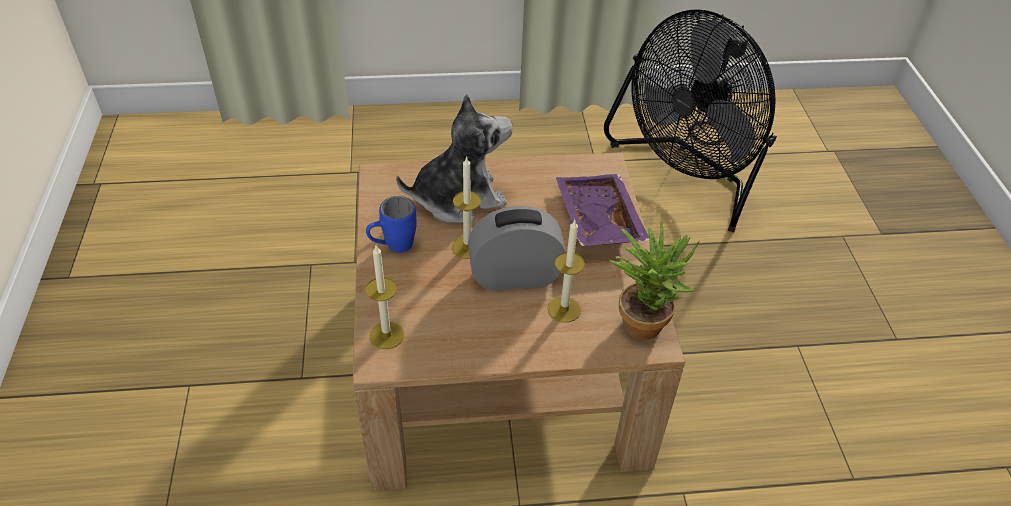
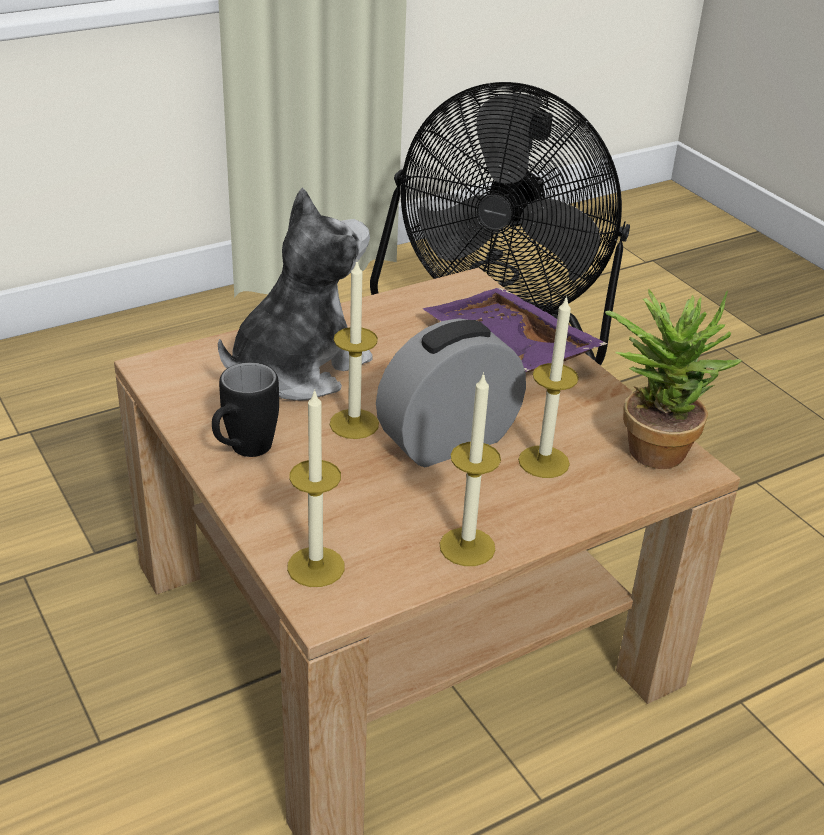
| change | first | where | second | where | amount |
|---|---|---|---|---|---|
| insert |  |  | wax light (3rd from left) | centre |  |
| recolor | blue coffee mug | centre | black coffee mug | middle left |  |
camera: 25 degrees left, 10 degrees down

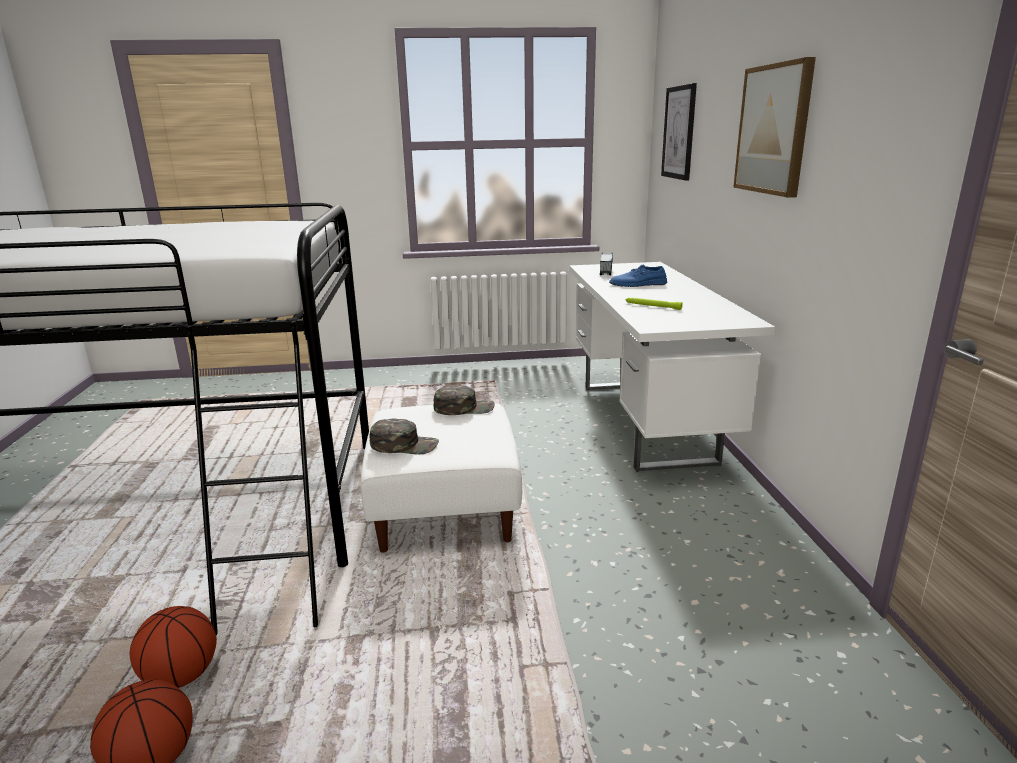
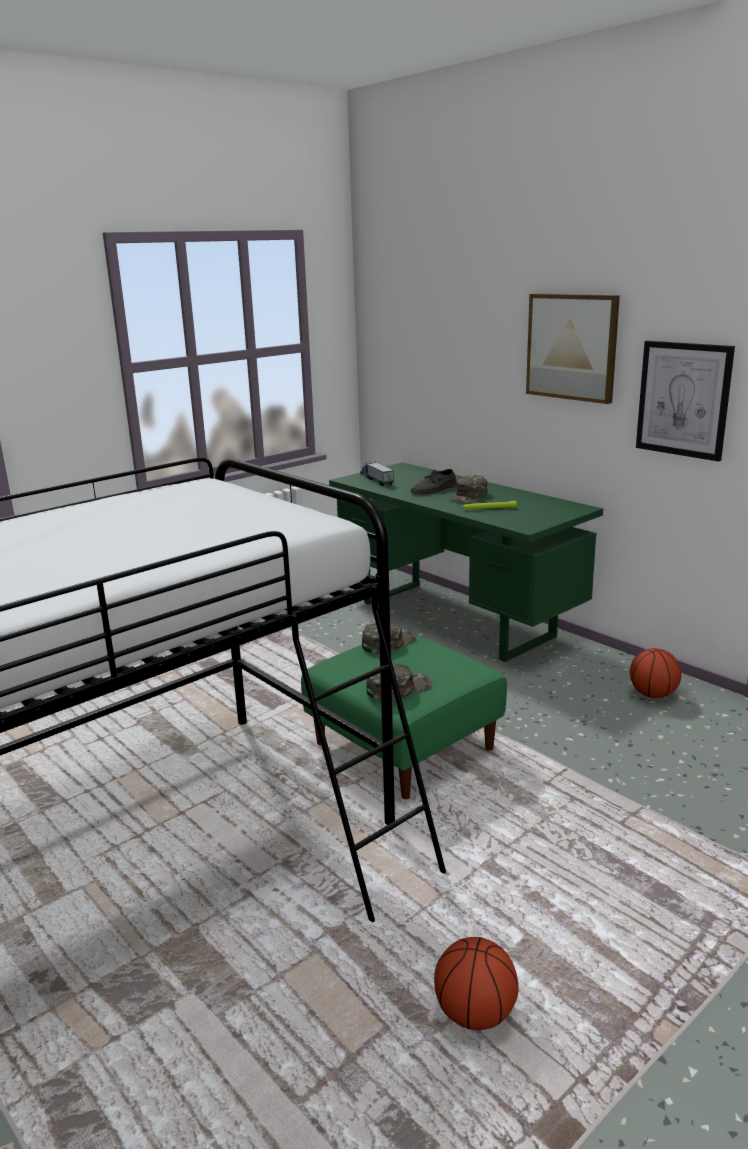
| change | first | where | second | where | amount |
|---|---|---|---|---|---|
| insert |  |  | greenish baseball cap (3rd from left) | centre |  |
| move | ball for basketball (2nd from left) | bottom left |  | middle right |  |
| move | picture (1st from left in the first image) | top right | picture (2nd from left) | middle right |  |
| recolor | whitish ottoman | centre | greenish ottoman | centre |  |
| recolor | whitish desk | centre | greenish desk | centre |  |
| recolor | blue low shoe | centre | greyish low shoe | centre |  |
camera: 35 degrees left, 0 degrees up

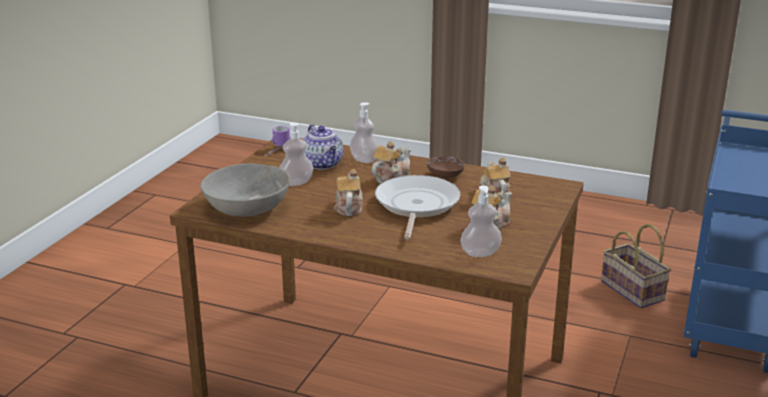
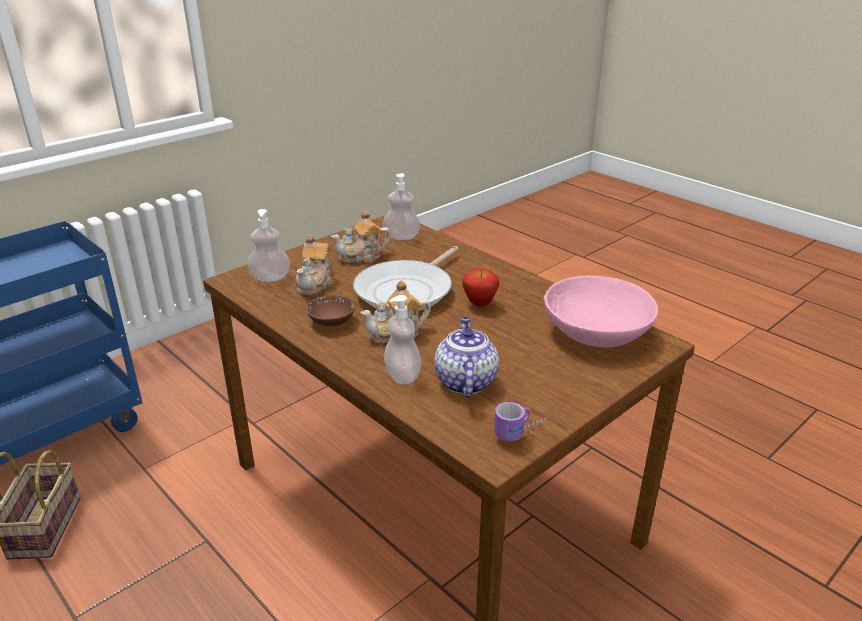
| change | first | where | second | where | amount |
|---|---|---|---|---|---|
| move | soap dispenser (1st from left) | centre |  | middle left |  |
| replace | teapot (2nd from left) | centre | apple fruit | centre |  |
| recolor | greyish deep dish | middle left | pink deep dish | middle right |  |
camera: 155 degrees left, 5 degrees up

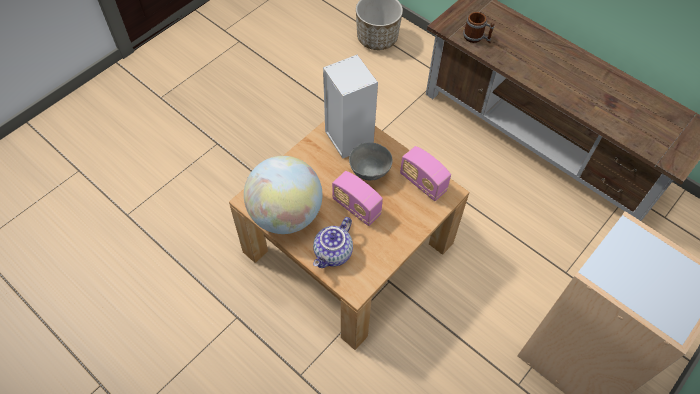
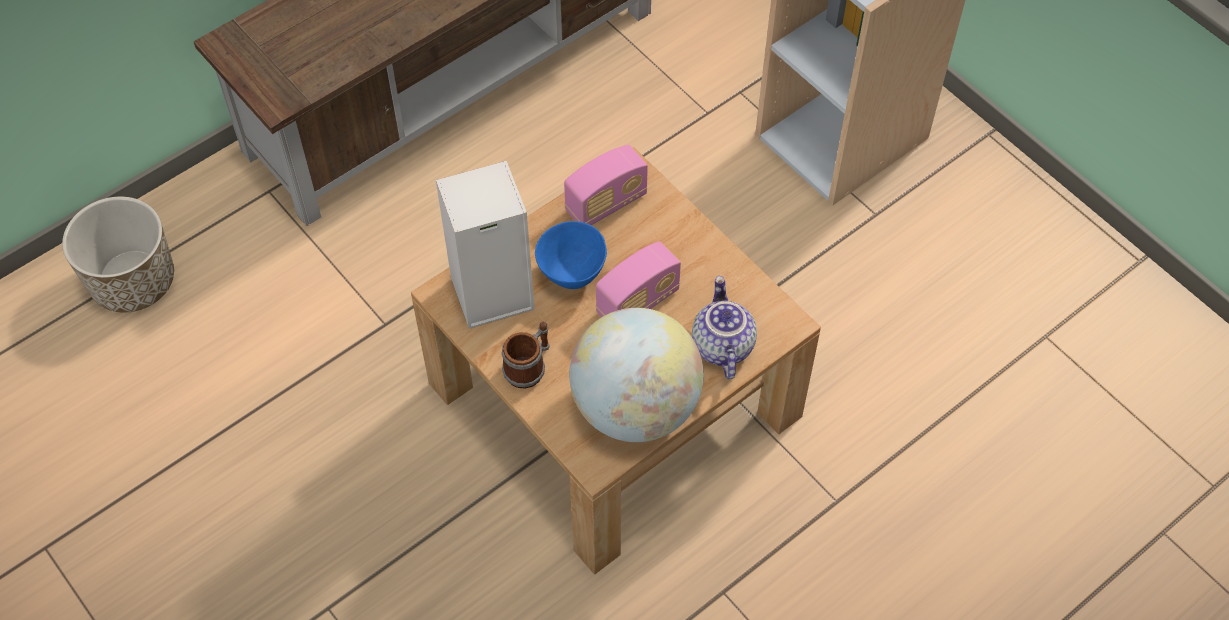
| change | first | where | second | where | amount |
|---|---|---|---|---|---|
| move | coffee mug | top right |  | centre |  |
| recolor | greyish deep dish | centre | blue deep dish | centre |  |
| rotate | teapot | centre |  | centre | 135 degrees counterclockwise |
camera: 80 degrees left, 0 degrees up

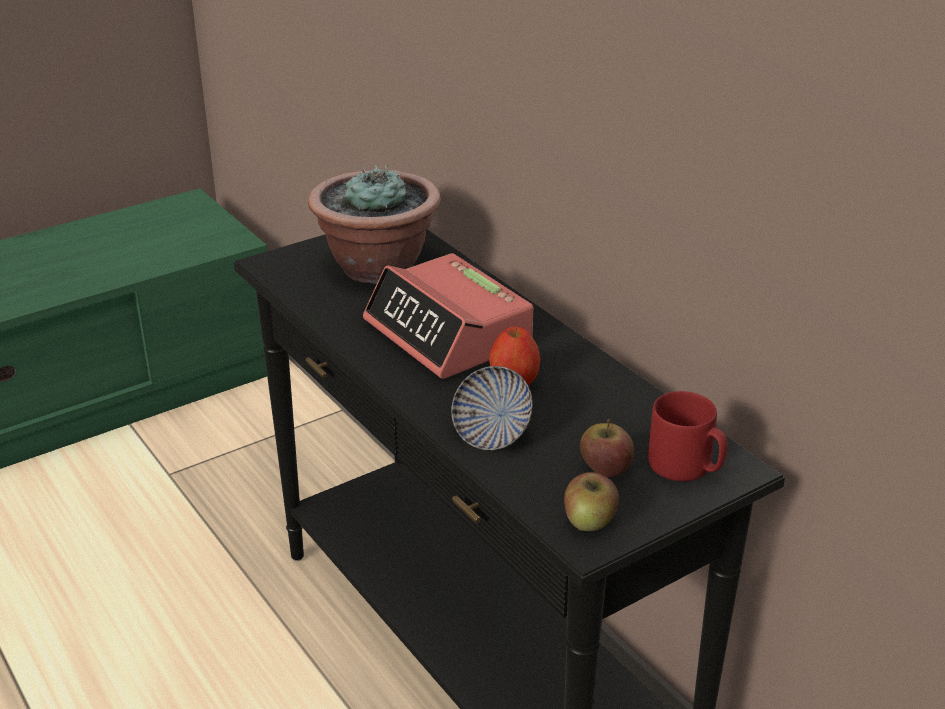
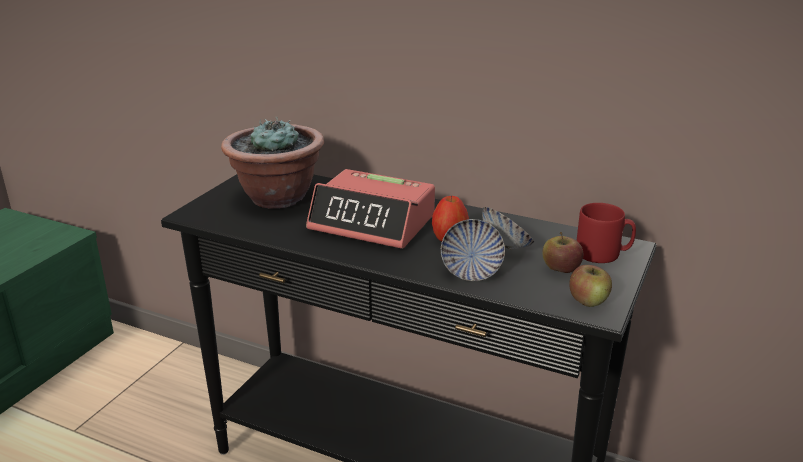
| change | first | where | second | where | amount |
|---|---|---|---|---|---|
| insert |  |  | deep dish (2nd from left) | centre |  |
camera: 30 degrees left, 5 degrees down

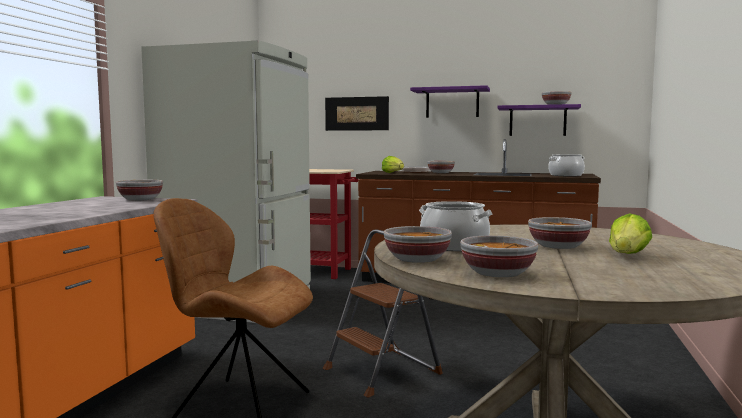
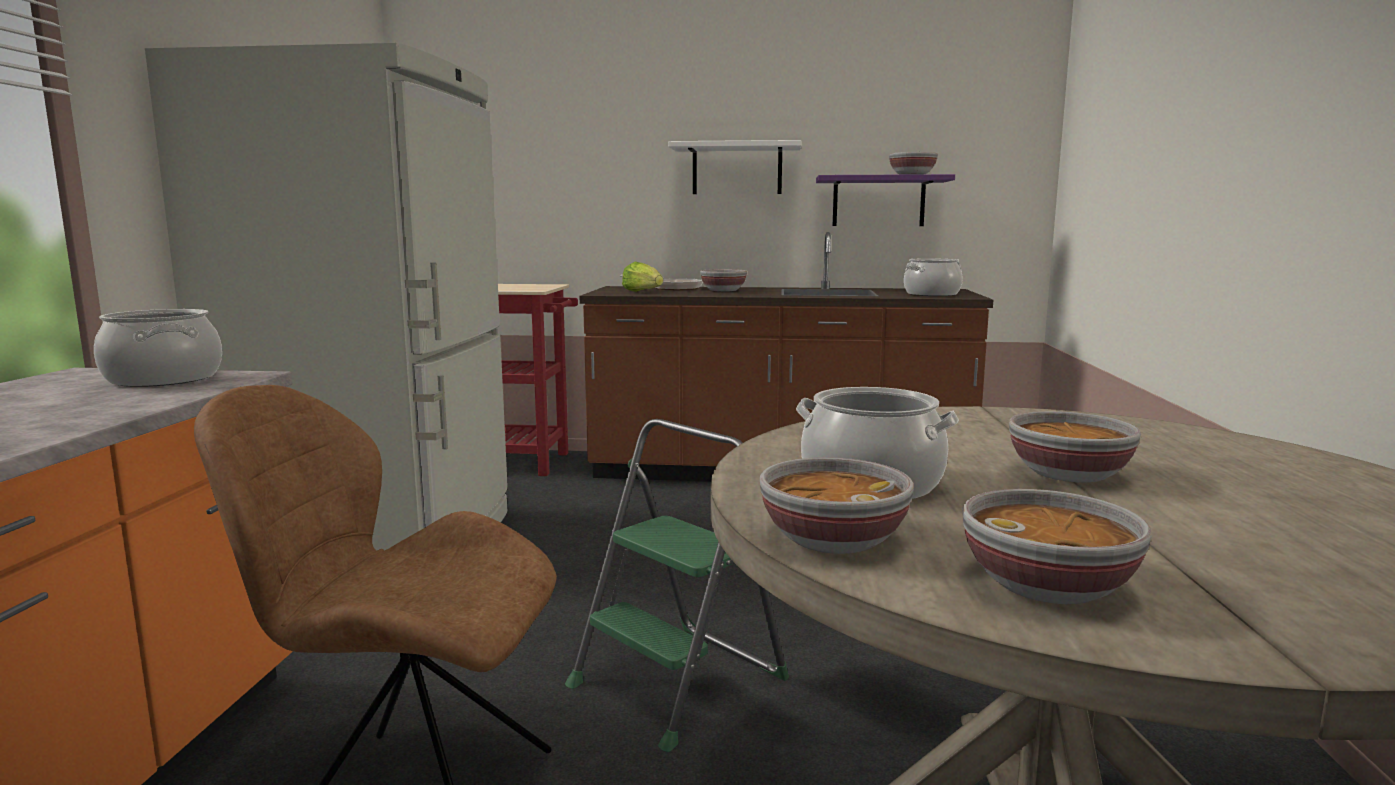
| change | first | where | second | where | amount |
|---|---|---|---|---|---|
| delete | picture | top centre |  |  |  |
| delete | lettuce head (2nd from left) | middle right |  |  |  |
| replace | deep dish (1st from left) | middle left | saucepot (1st from left) | middle left |  |
| recolor | brown step ladder | bottom centre | greenish step ladder | bottom centre |  |
| recolor | purple bracket shelf (1st from left) | top centre | whitish bracket shelf | top centre |  |
camera: 10 degrees left, 5 degrees up

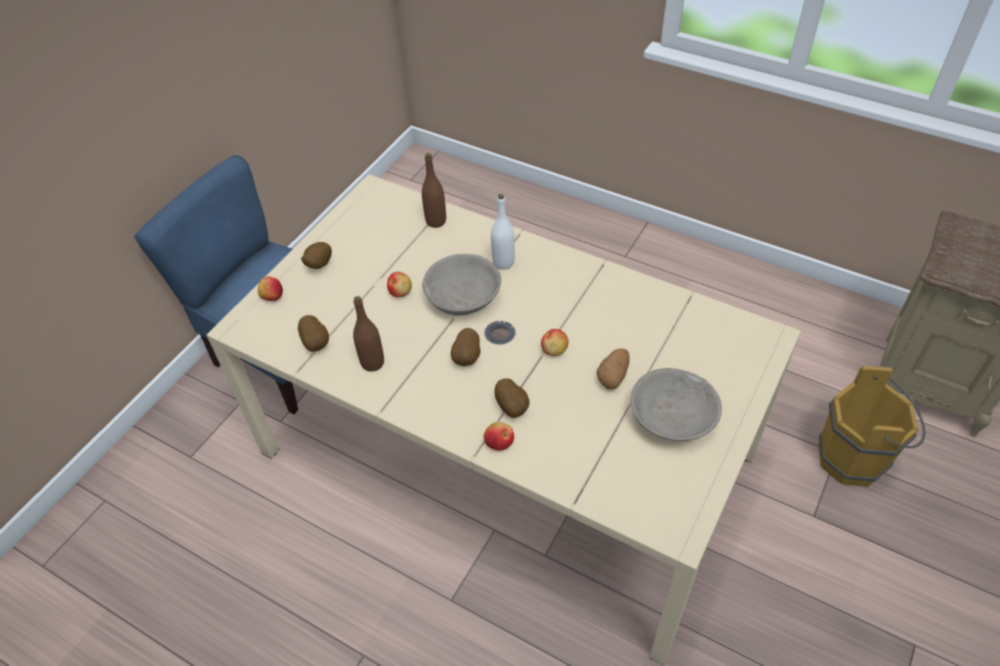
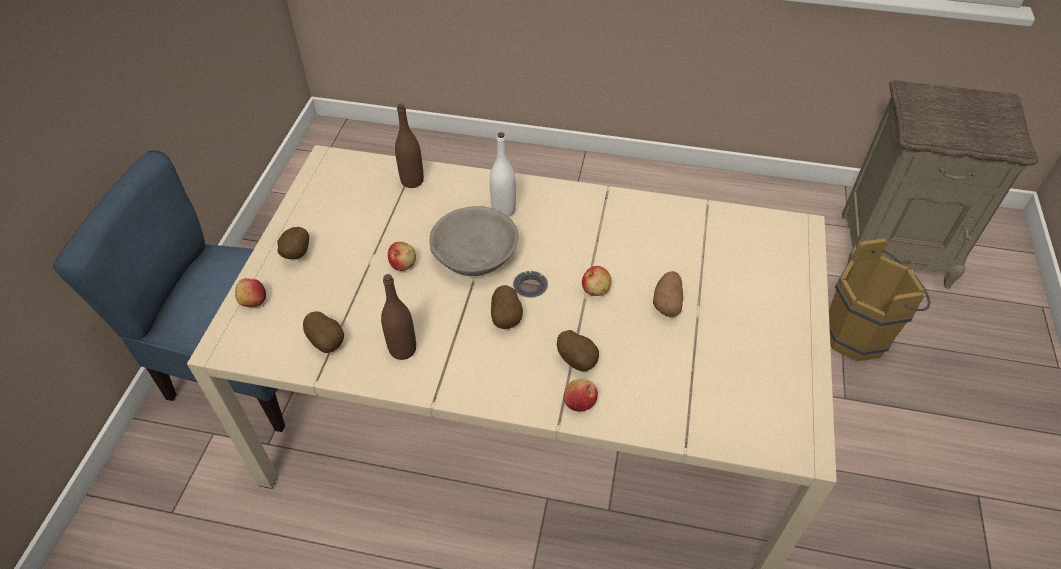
| change | first | where | second | where | amount |
|---|---|---|---|---|---|
| delete | greyish deep dish (2nd from left) | middle right |  |  |  |
camera: 20 degrees left, 0 degrees up

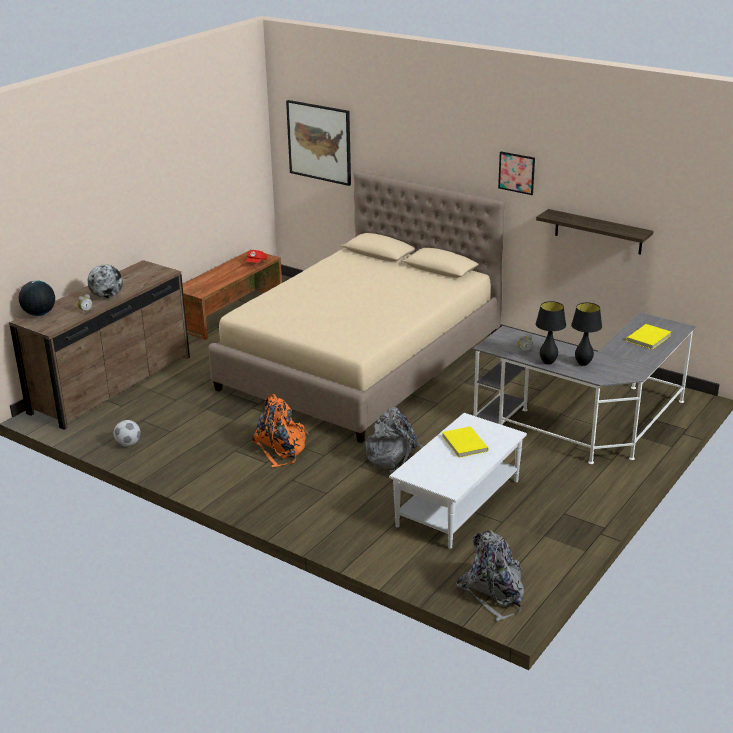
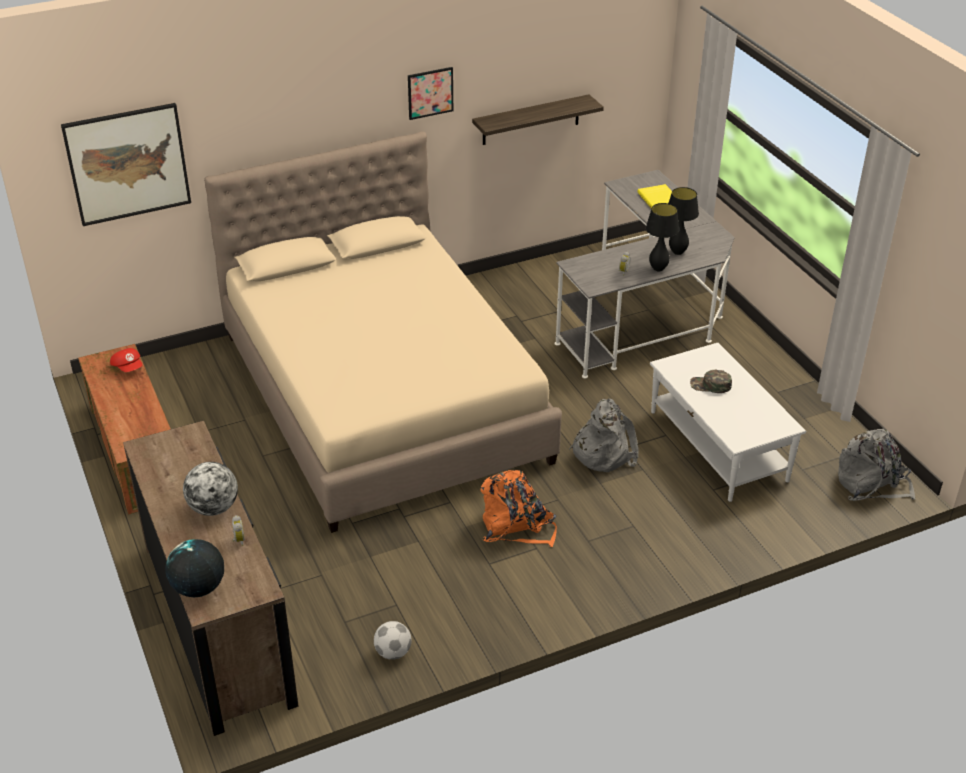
| change | first | where | second | where | amount |
|---|---|---|---|---|---|
| replace | yellow book (1st from left) | centre | greenish baseball cap | middle right |  |
camera: 60 degrees left, 10 degrees up

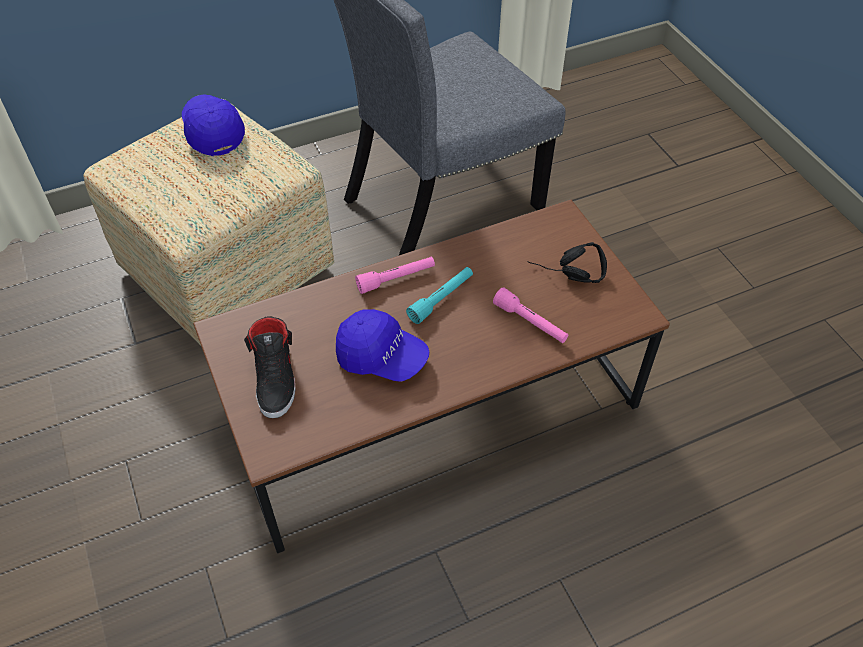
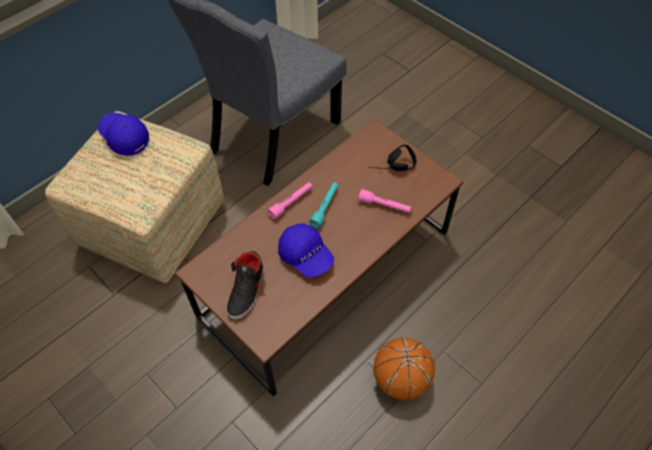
| change | first | where | second | where | amount |
|---|---|---|---|---|---|
| insert |  |  | ball for basketball | bottom centre |  |
| rotate | black low shoe | middle left |  | centre | 45 degrees clockwise |
| rotate | blue baseball cap (2nd from left) | centre |  | centre | 45 degrees clockwise |
camera: 20 degrees left, 5 degrees up

